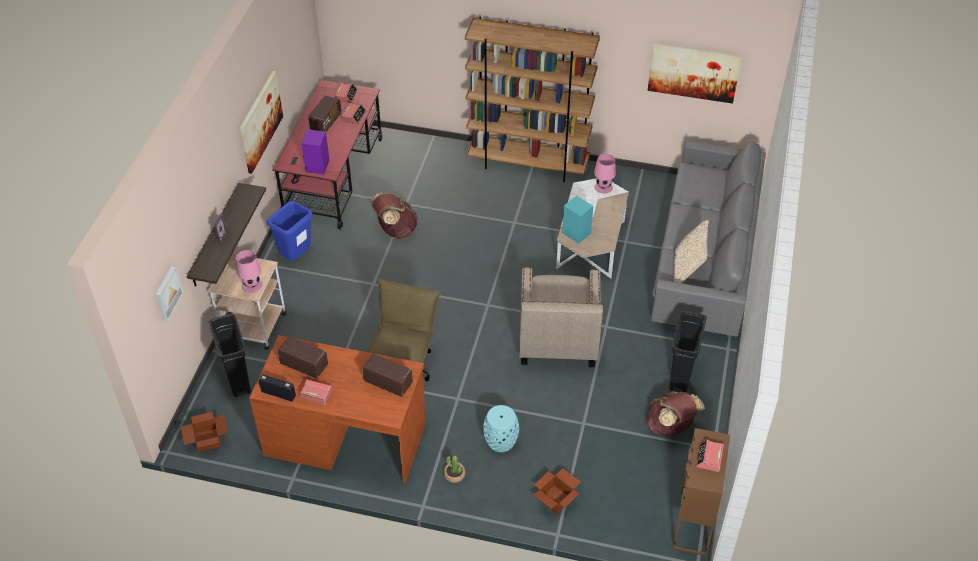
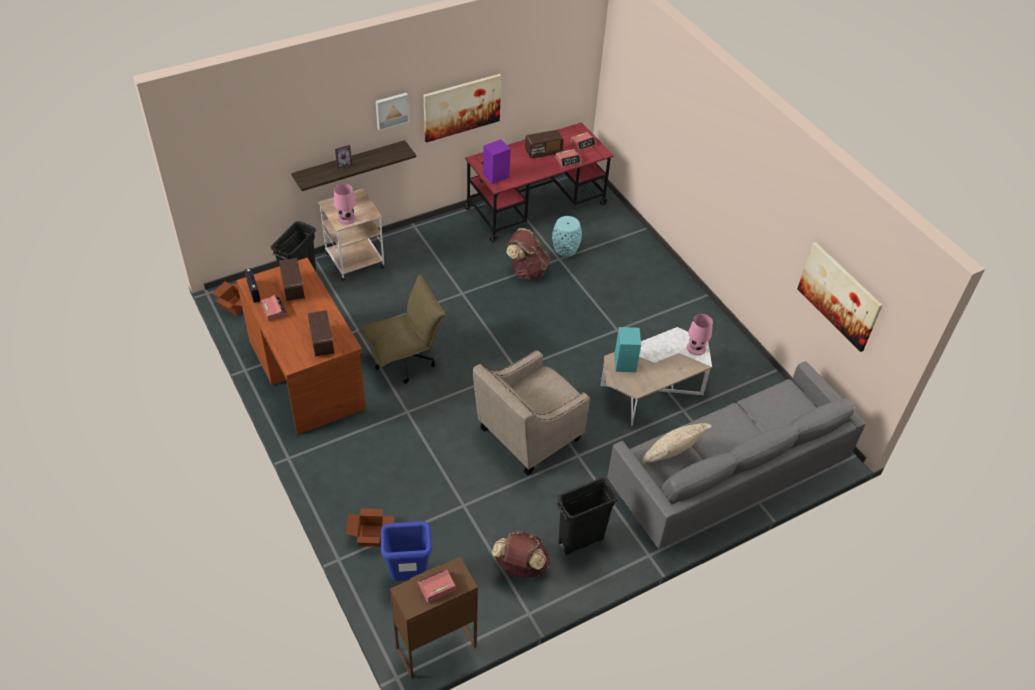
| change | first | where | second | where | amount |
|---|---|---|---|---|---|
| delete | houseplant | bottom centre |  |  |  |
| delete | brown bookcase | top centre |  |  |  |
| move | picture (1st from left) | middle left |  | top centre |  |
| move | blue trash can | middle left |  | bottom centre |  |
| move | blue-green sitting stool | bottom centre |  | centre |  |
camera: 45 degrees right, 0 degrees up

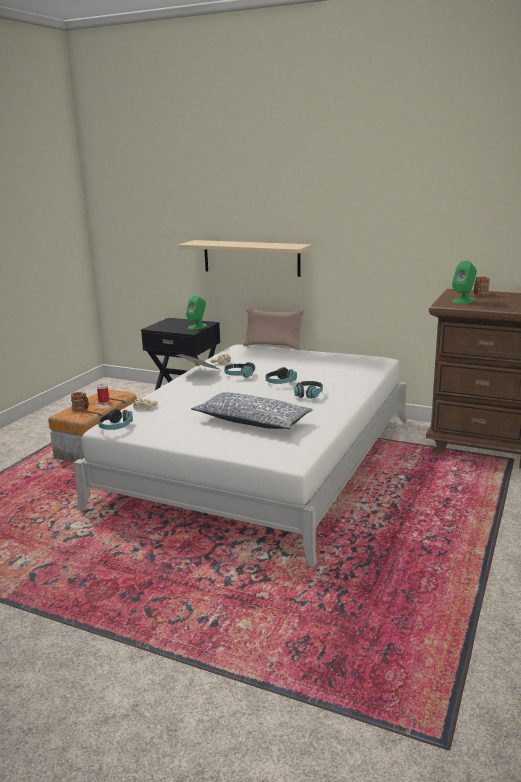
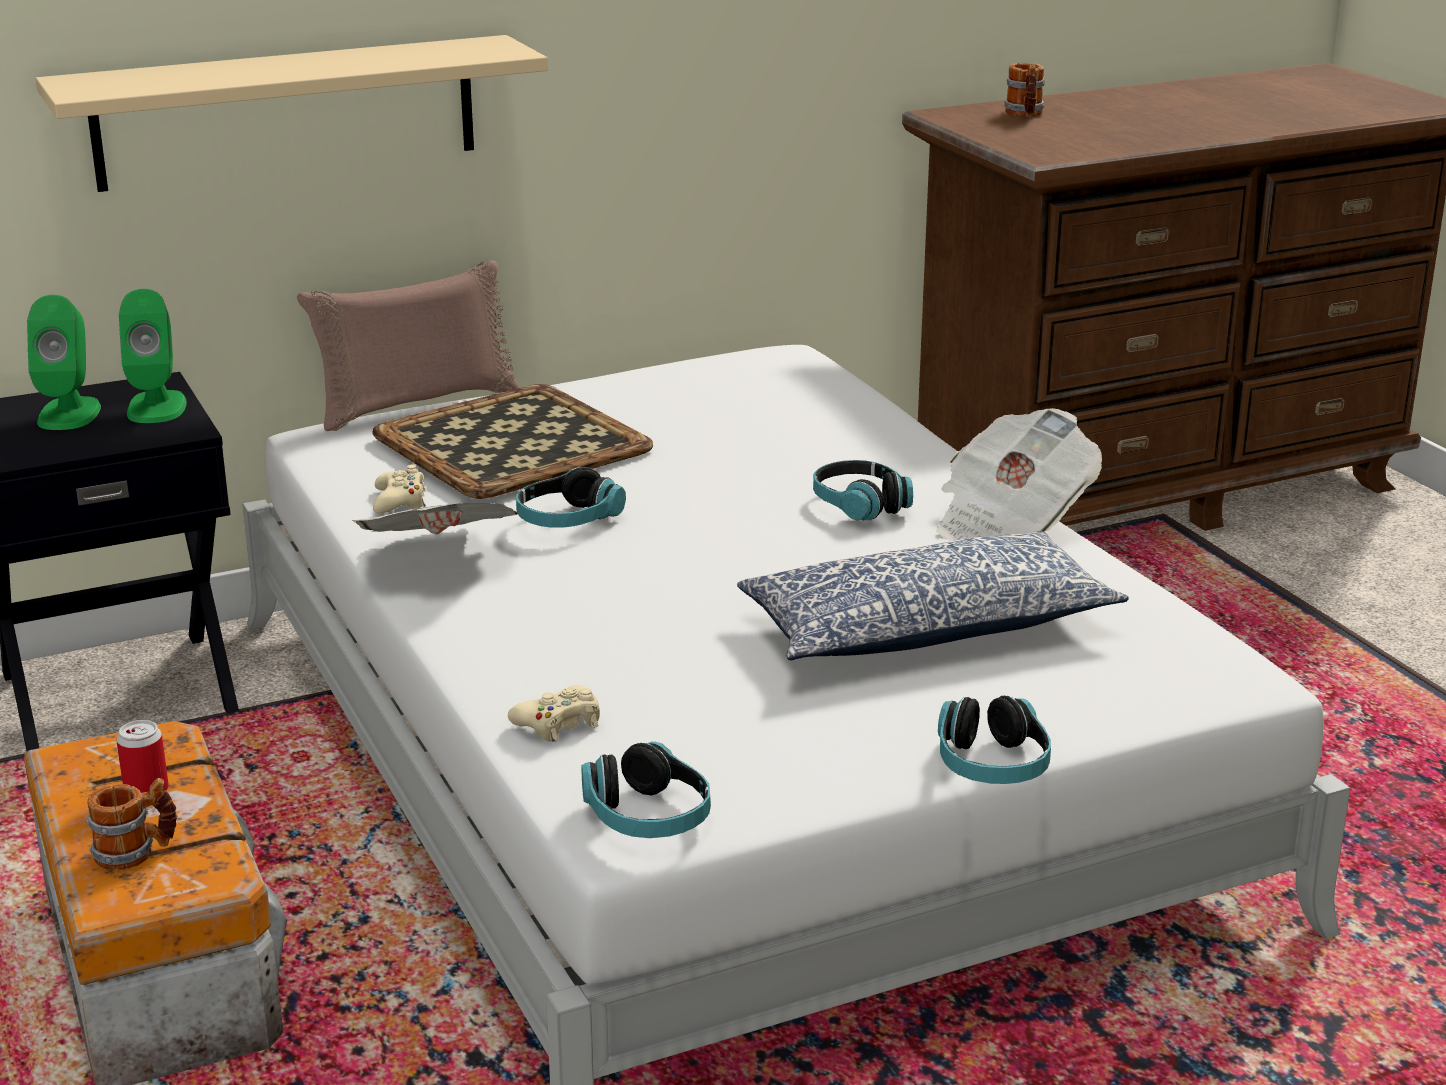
| change | first | where | second | where | amount |
|---|---|---|---|---|---|
| insert |  |  | carrying tray | centre |  |
| insert |  |  | daily paper (2nd from left) | middle right |  |
| move | headset (3rd from left in the first image) | centre | headset (4th from left) | bottom right |  |
| move | greenish audio speaker (2nd from left in the first image) | middle right | greenish audio speaker (1st from left) | middle left |  |
camera: 50 degrees left, 5 degrees up

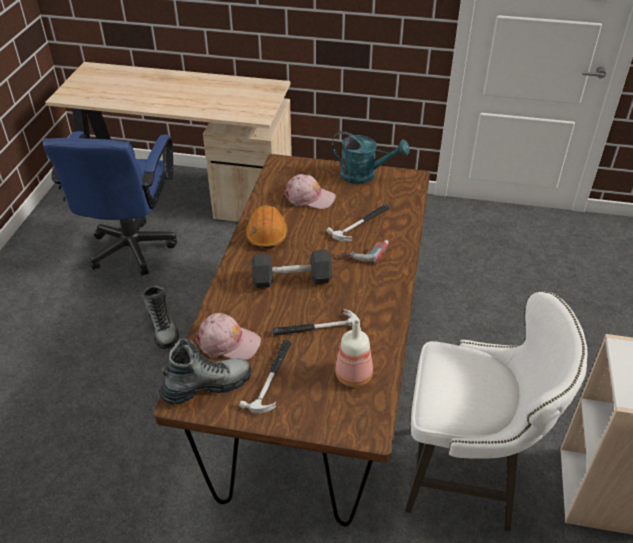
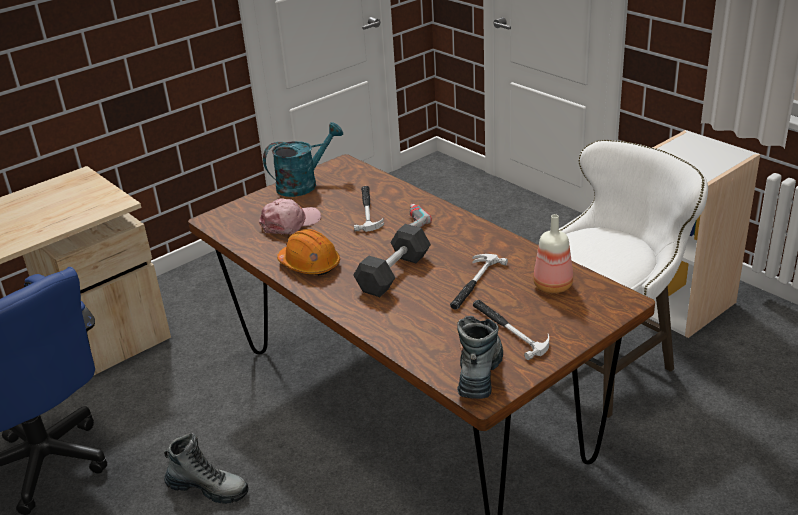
| change | first | where | second | where | amount |
|---|---|---|---|---|---|
| delete | pink baseball cap (1st from left) | centre |  |  |  |
camera: 50 degrees left, 10 degrees down

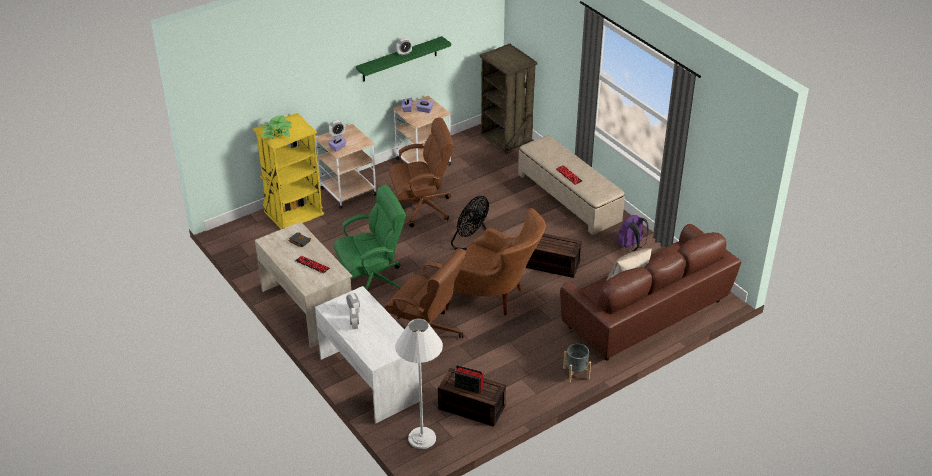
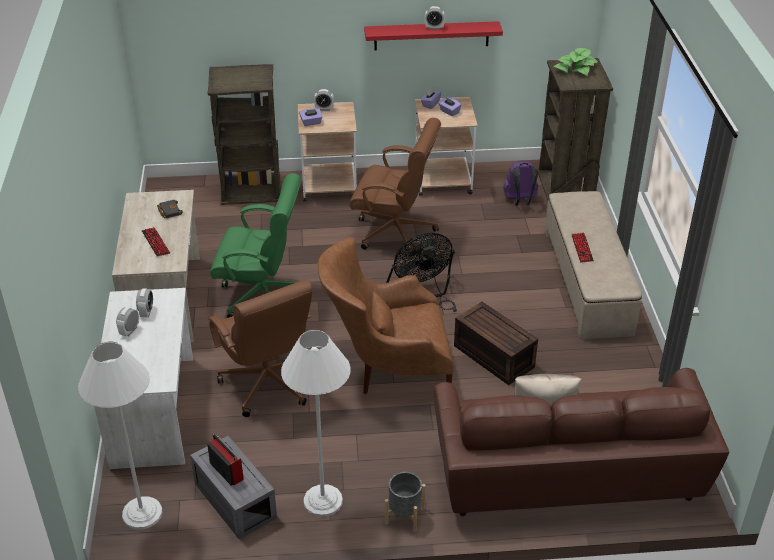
| change | first | where | second | where | amount |
|---|---|---|---|---|---|
| insert |  |  | whitish standard lamp (2nd from left) | bottom centre |  |
| move | houseplant | top left |  | top right |  |
| move | purple rucksack | middle right |  | top right |  |
| recolor | yellow bookcase | middle left | brown bookcase (1st from left) | top left |  |
| recolor | greenish bracket shelf | top centre | red-coloured bracket shelf | top centre |  |
| recolor | brown storage box (1st from left) | bottom centre | greyish storage box | bottom left |  |
| rotate | brown lounge chair | centre |  | centre | 120 degrees clockwise |
camera: 30 degrees right, 0 degrees up

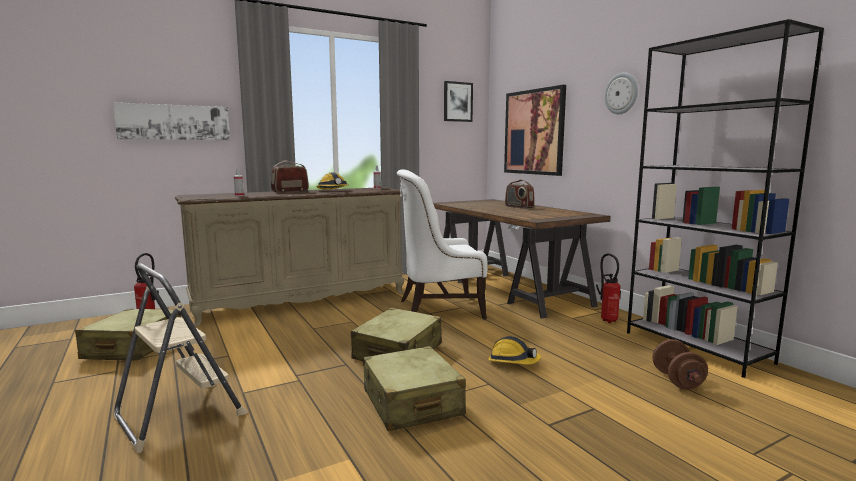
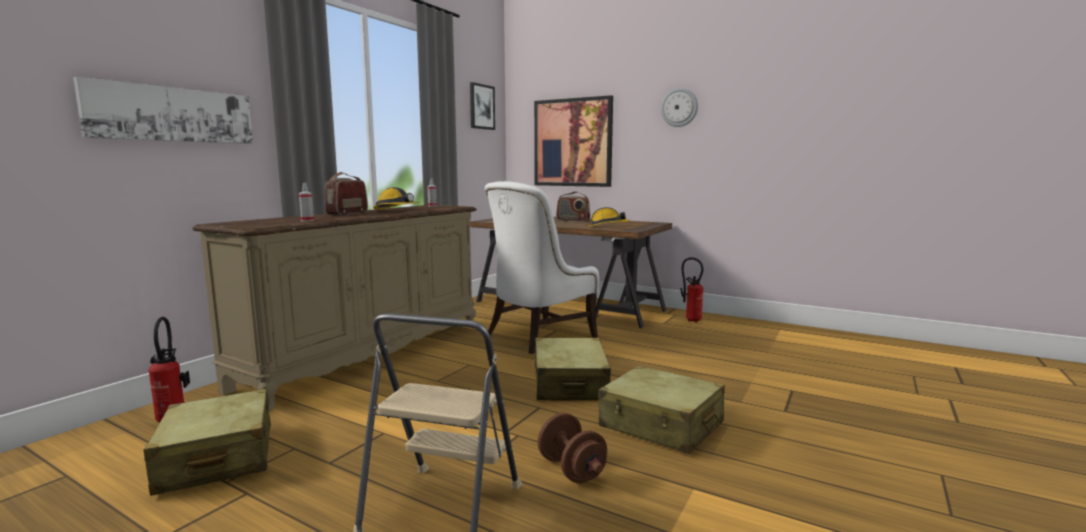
| change | first | where | second | where | amount |
|---|---|---|---|---|---|
| delete | greyish bookcase | middle right |  |  |  |
| move | work helmet (2nd from left) | bottom centre |  | centre |  |
| move | brown free weight | bottom right |  | bottom centre |  |
camera: 30 degrees left, 0 degrees up

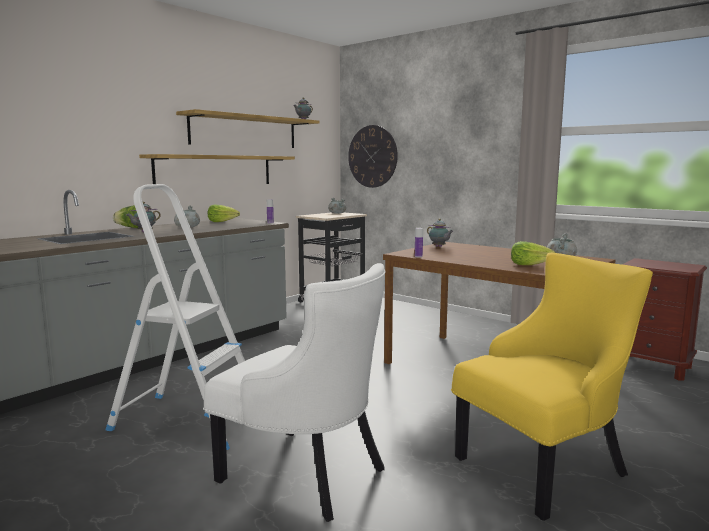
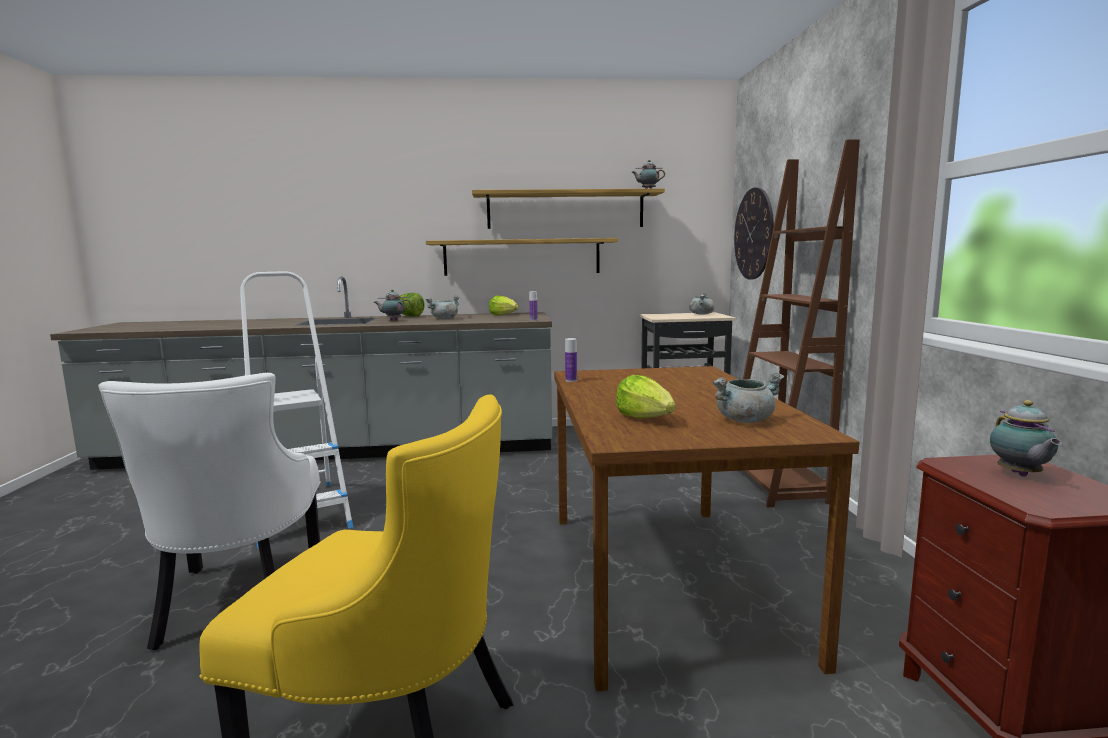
| change | first | where | second | where | amount |
|---|---|---|---|---|---|
| insert |  |  | brown bookcase | middle right |  |
| move | teapot (3rd from left) | centre |  | middle right |  |
camera: 45 degrees right, 0 degrees up

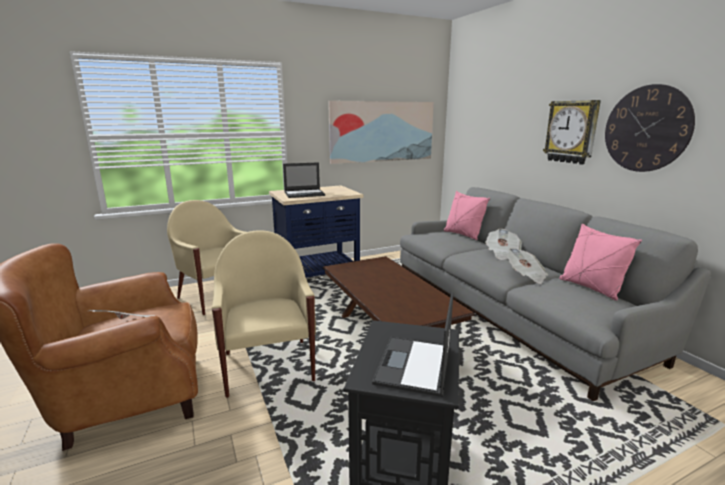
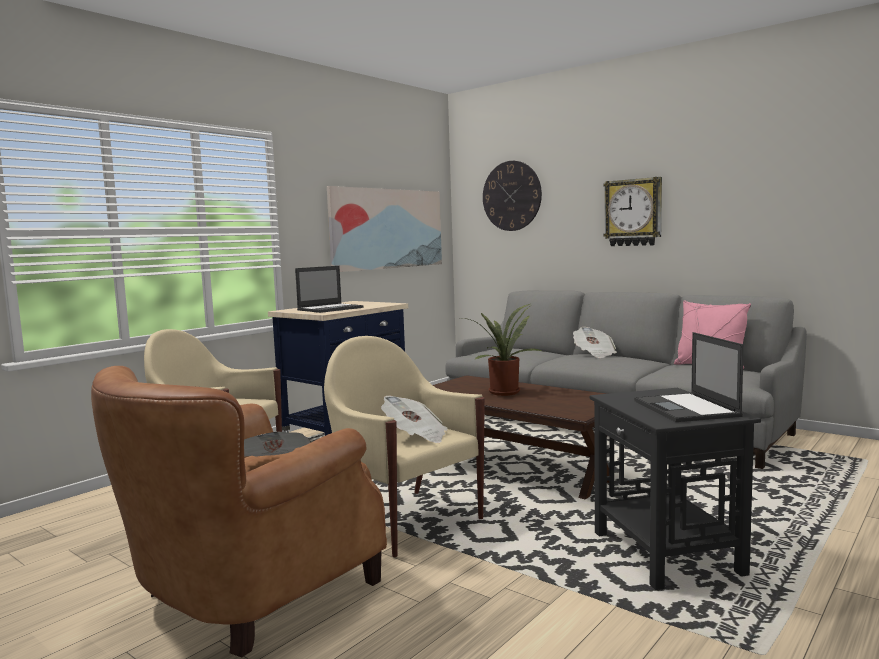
| change | first | where | second | where | amount |
|---|---|---|---|---|---|
| delete | pink pillow (1st from left) | centre |  |  |  |
| insert |  |  | houseplant | centre |  |
| move | daily paper (3rd from left in the first image) | middle right | daily paper (2nd from left) | centre |  |
| move | clock on the wall (2nd from left in the first image) | top right | clock on the wall (1st from left) | top centre |  |
camera: 25 degrees left, 10 degrees down

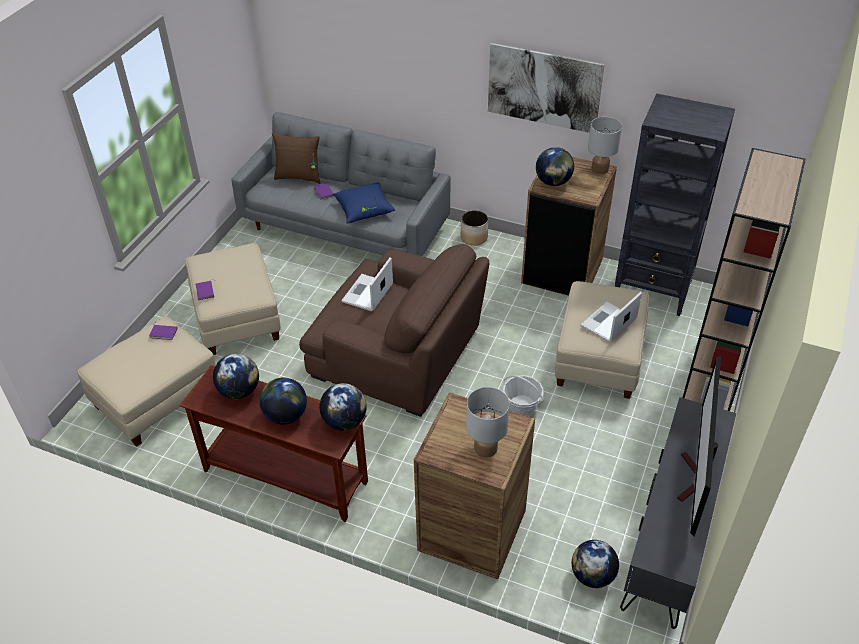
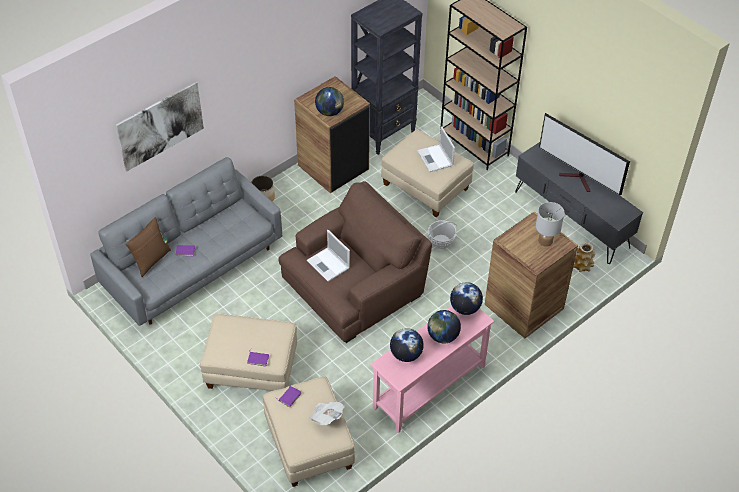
| change | first | where | second | where | amount |
|---|---|---|---|---|---|
| delete | blue pillow | top centre |  |  |  |
| delete | greyish table lamp (2nd from left) | top right |  |  |  |
| insert |  |  | daily paper | bottom centre |  |
| move | picture | top centre |  | top left |  |
| replace | world globe (5th from left) | bottom right | flower vase | middle right |  |
| recolor | brown hall table | bottom left | pink hall table | bottom centre |  |
camera: 65 degrees left, 5 degrees up

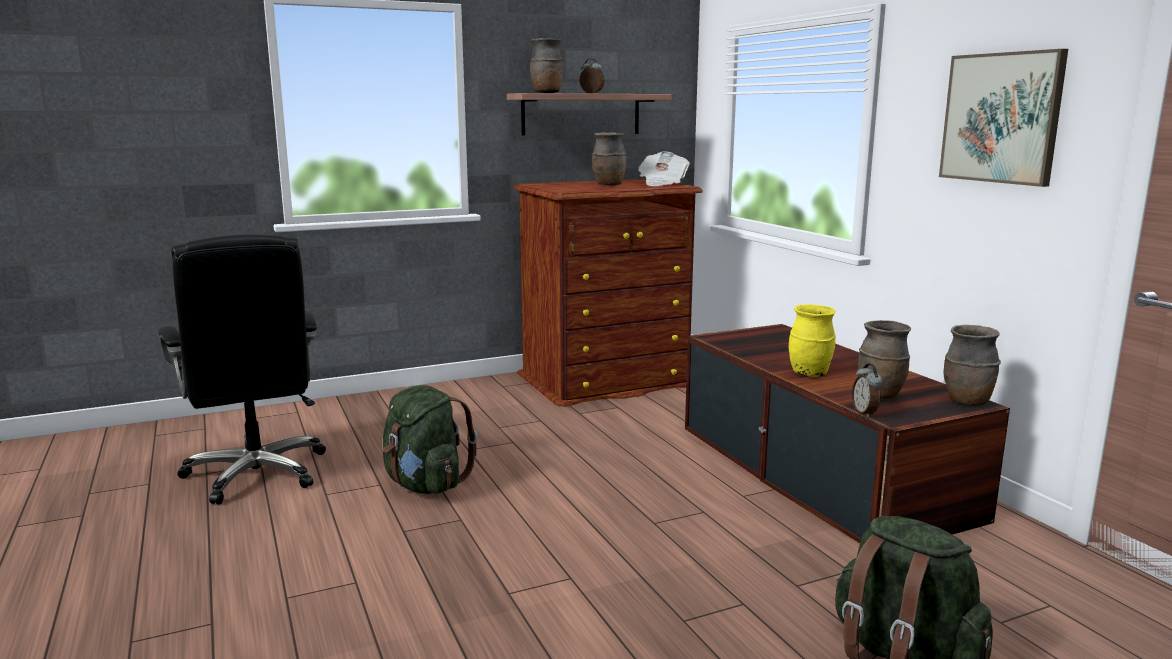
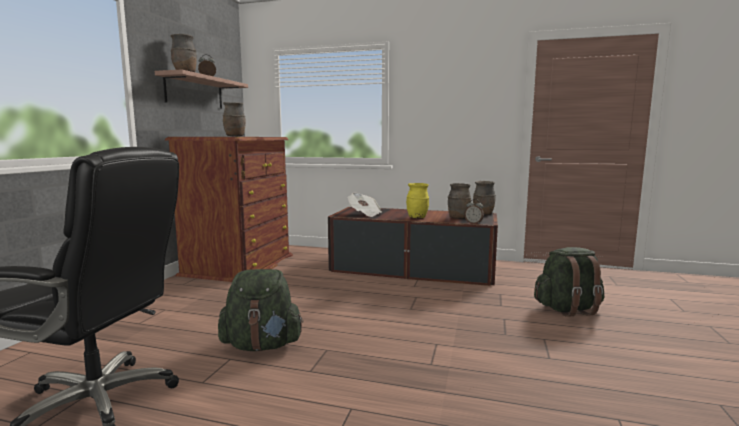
| change | first | where | second | where | amount |
|---|---|---|---|---|---|
| delete | picture | top right |  |  |  |
| move | daily paper | top centre |  | centre |  |
camera: 50 degrees left, 5 degrees down

